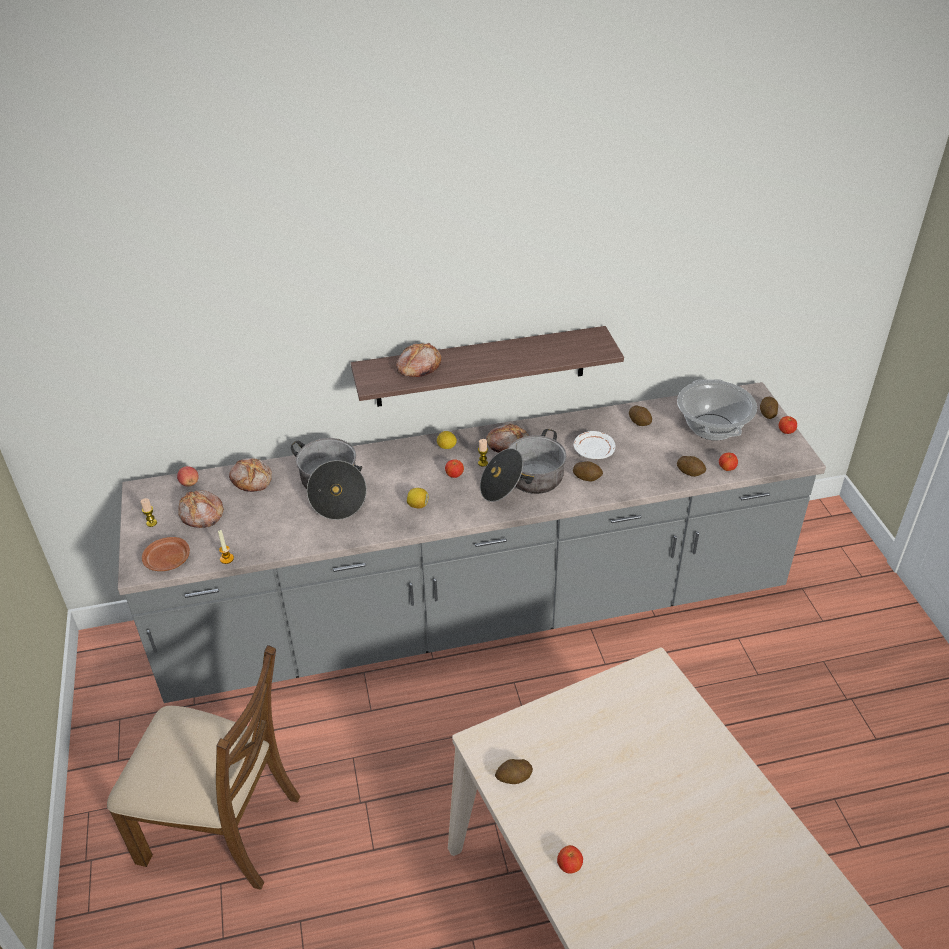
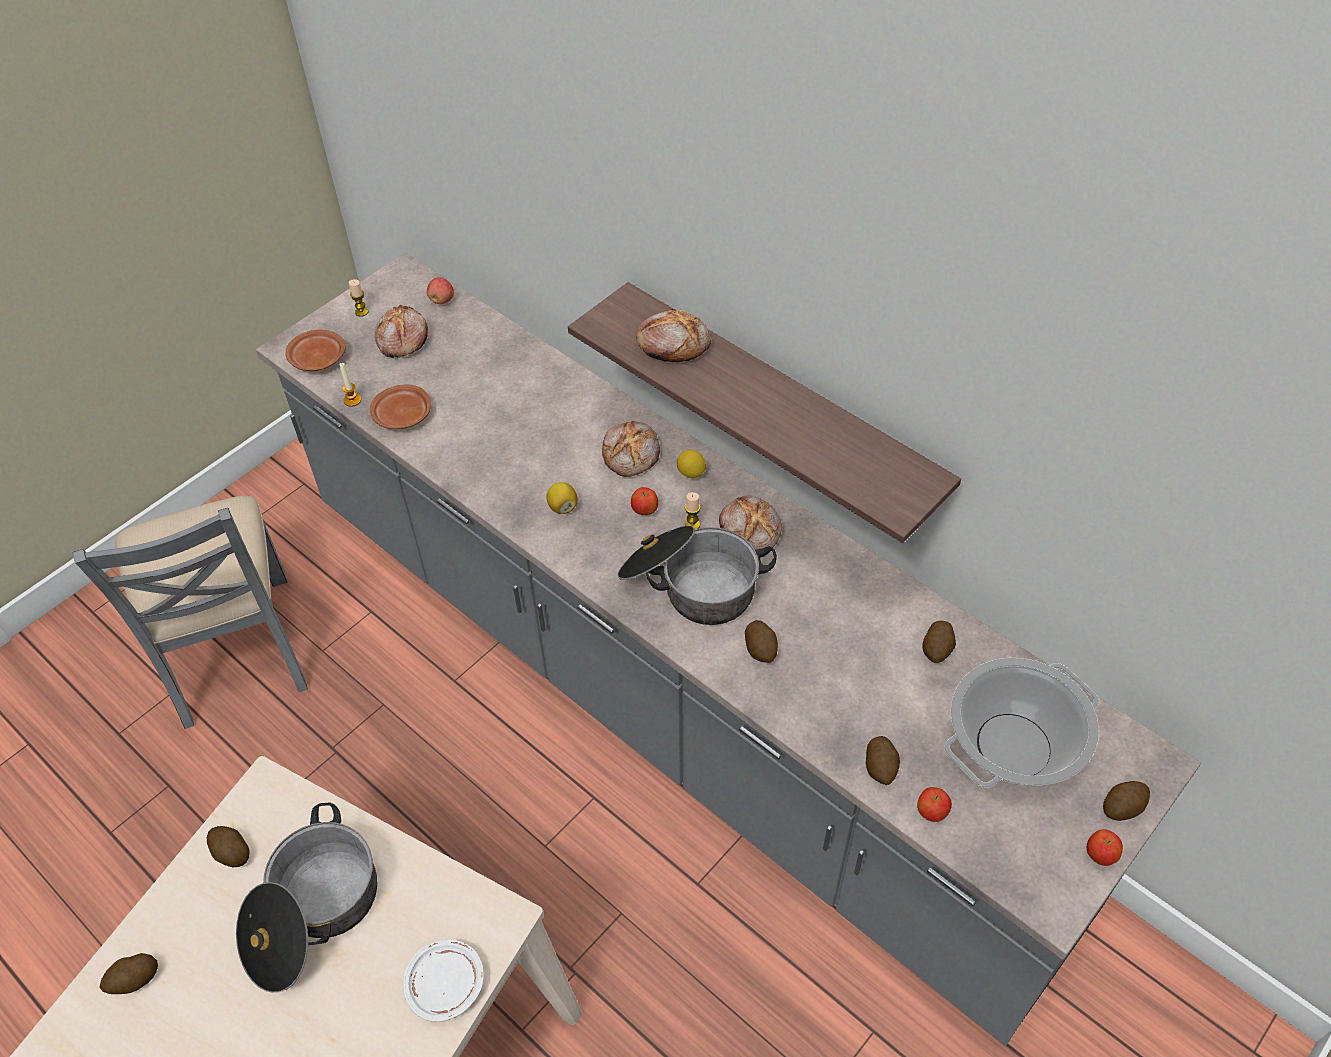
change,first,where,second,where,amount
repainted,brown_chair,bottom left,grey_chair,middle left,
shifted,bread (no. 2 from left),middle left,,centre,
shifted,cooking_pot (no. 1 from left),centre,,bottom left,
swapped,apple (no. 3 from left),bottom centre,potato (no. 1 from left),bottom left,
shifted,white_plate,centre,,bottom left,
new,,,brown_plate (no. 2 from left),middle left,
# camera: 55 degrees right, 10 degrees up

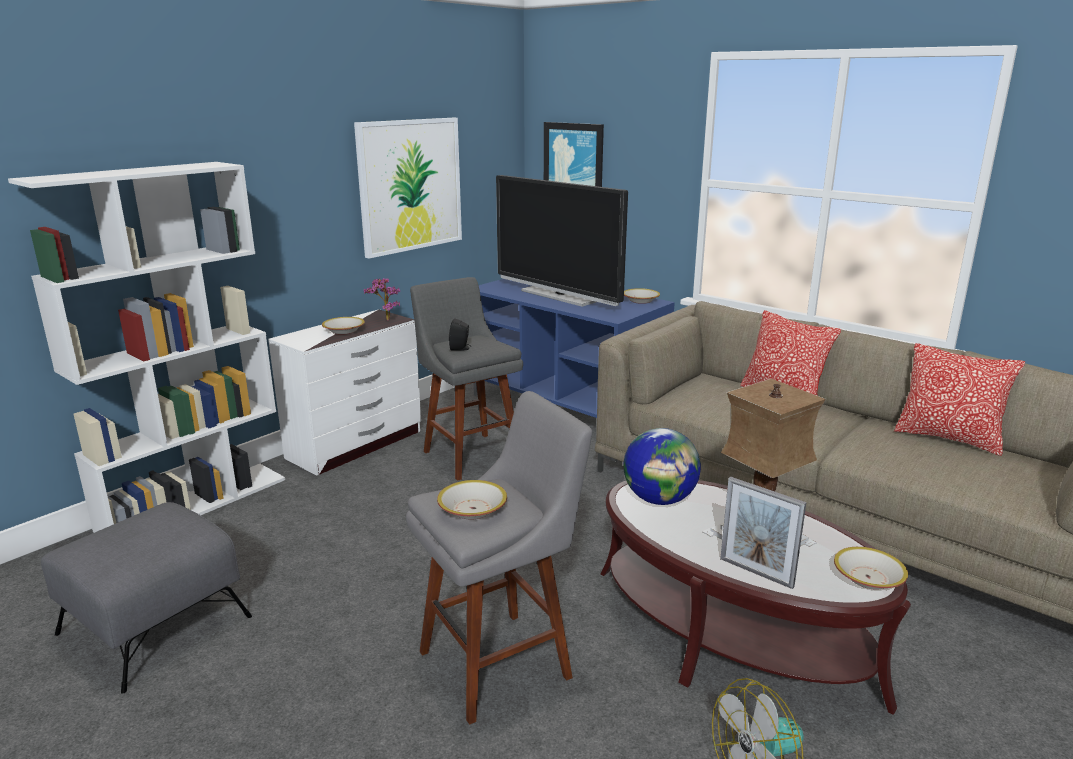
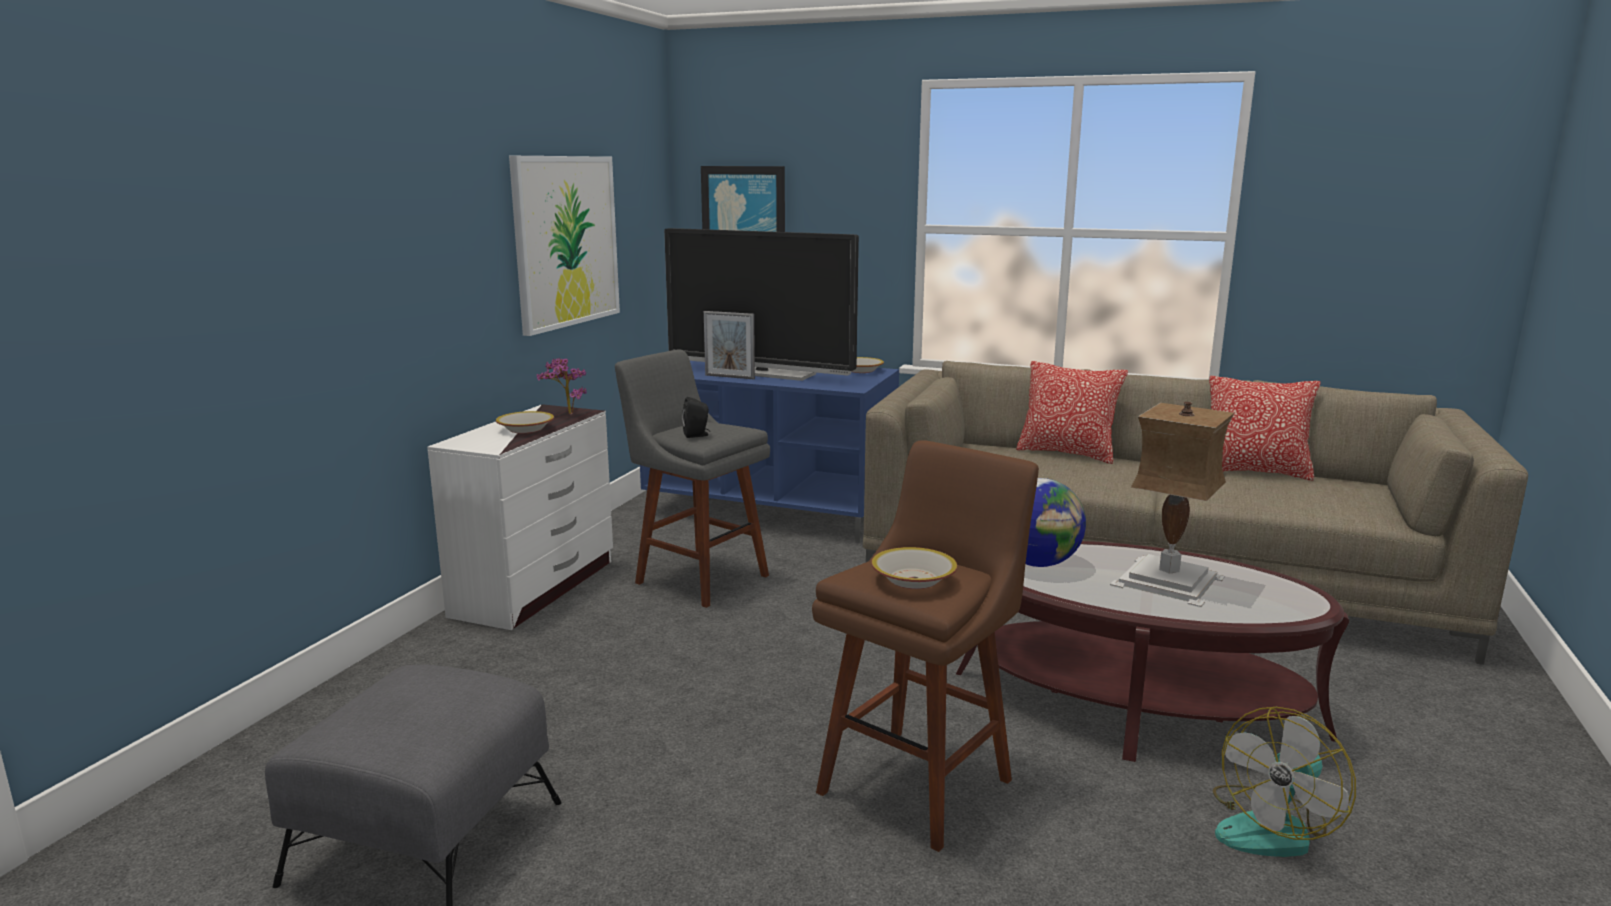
change,first,where,second,where,amount
gone,white_bookcase,middle left,,,
repainted,grey_stool (no. 2 from left),bottom centre,brown_stool,bottom centre,
shifted,picture_frame,bottom right,,centre,
gone,bowl (no. 4 from left),bottom right,,,
# camera: 20 degrees left, 5 degrees down

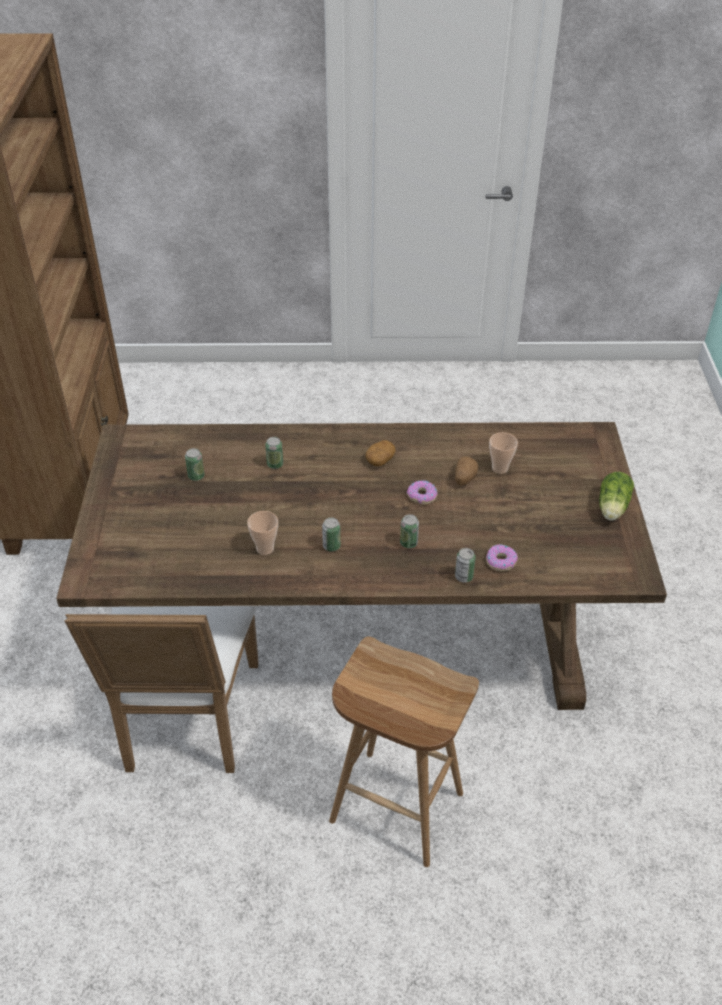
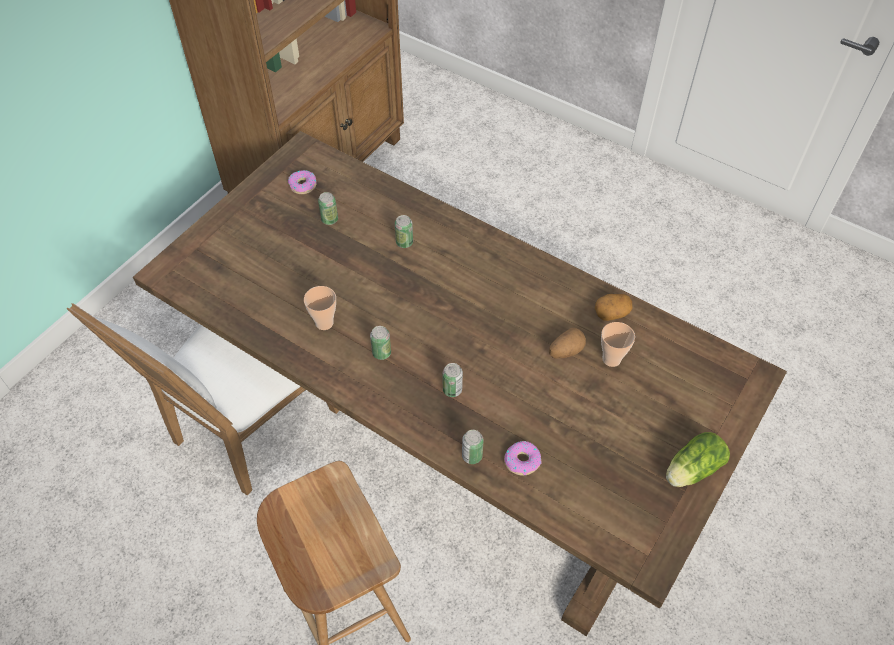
change,first,where,second,where,amount
shifted,potato (no. 1 from left in the first image),centre,potato (no. 2 from left),middle right,
shifted,donut (no. 1 from left),centre,,top centre,
# camera: 35 degrees right, 10 degrees up

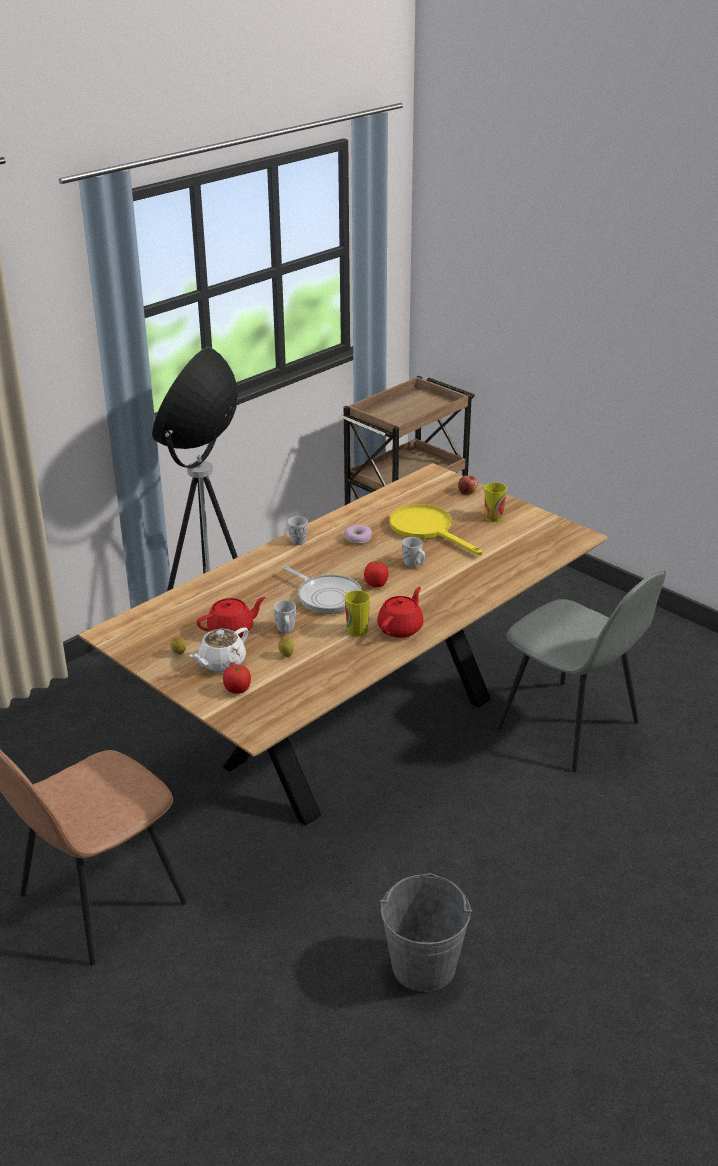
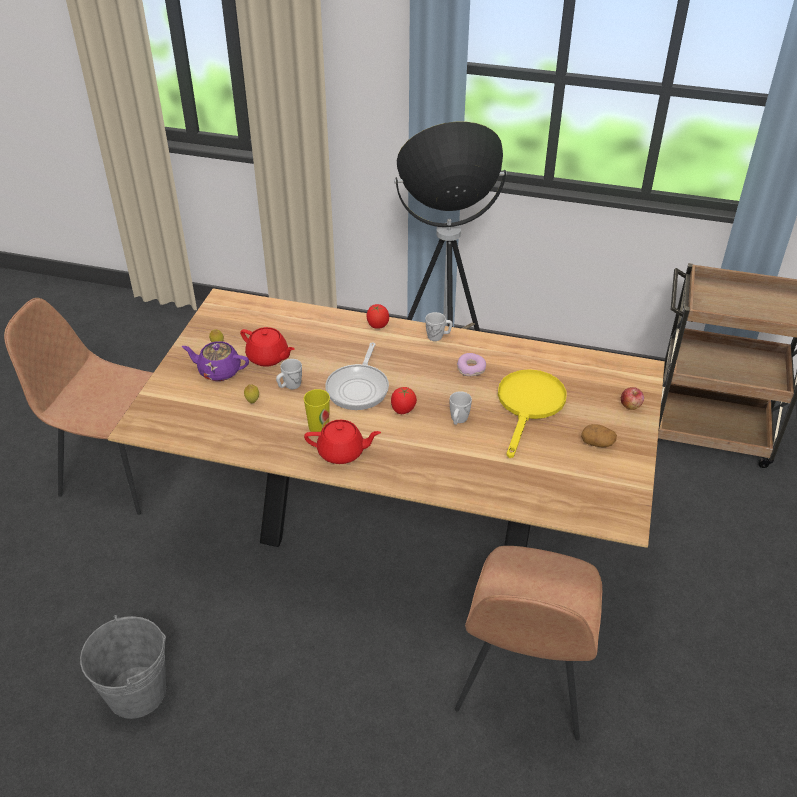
change,first,where,second,where,amount
repainted,white_teapot,middle left,purple_teapot,middle left,
shifted,tomato (no. 1 from left),middle left,,centre,
swapped,cup (no. 2 from left),middle right,potato,middle right,
repainted,grey_chair,middle right,brown_chair (no. 2 from left),bottom centre,
# camera: 60 degrees right, 10 degrees up

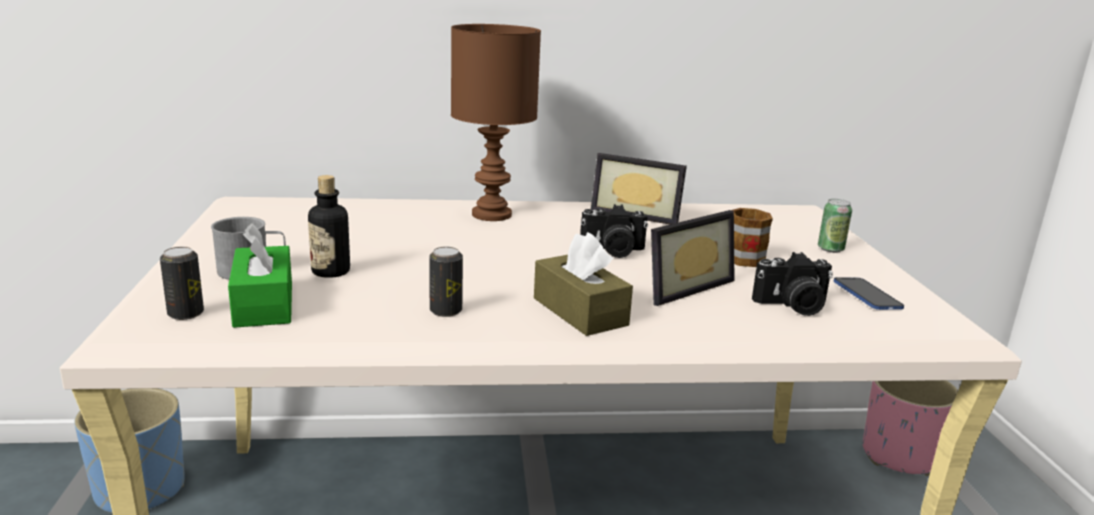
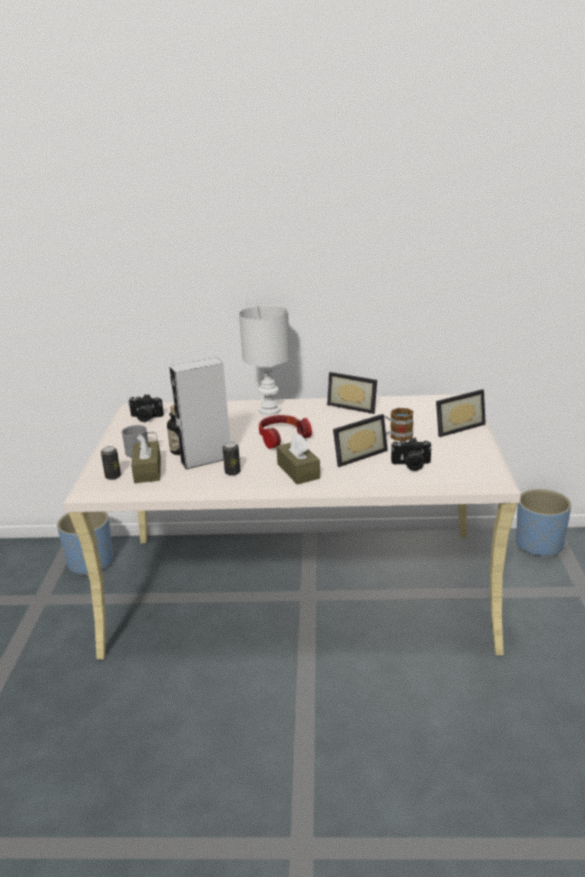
change,first,where,second,where,amount
repainted,green_tissue_box,middle left,brown_tissue_box (no. 1 from left),middle left,
repainted,brown_table_lamp,top centre,white_table_lamp,centre,
shifted,photo_camera (no. 1 from left),centre,,middle left,
swapped,can (no. 3 from left),middle right,picture_frame (no. 3 from left),middle right,
gone,phone,middle right,,,
repainted,pink_planter,bottom right,blue_planter (no. 2 from left),middle right,
new,,,grey_speaker,centre,
new,,,headphones,centre,
# camera: 10 degrees right, 5 degrees up

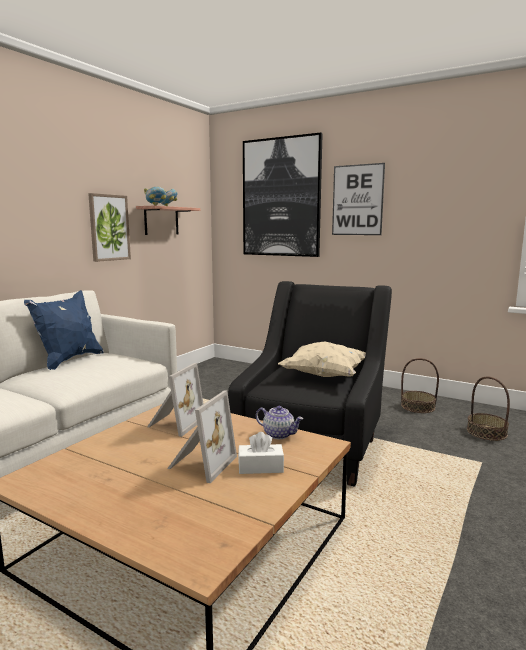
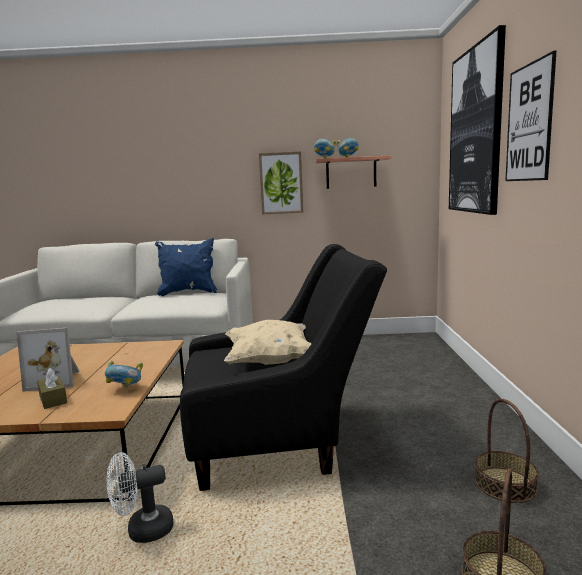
change,first,where,second,where,amount
gone,picture_frame (no. 1 from left),middle left,,,
repainted,white_tissue_box,bottom centre,brown_tissue_box,bottom left,
swapped,teapot,centre,bowl (no. 1 from left),middle left,
new,,,white_fan,bottom left,
# camera: 60 degrees right, 0 degrees up

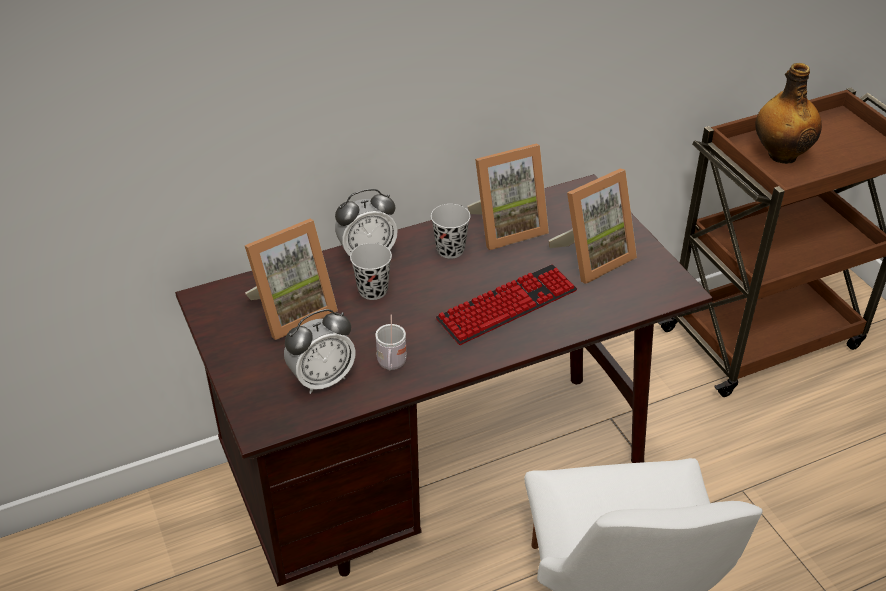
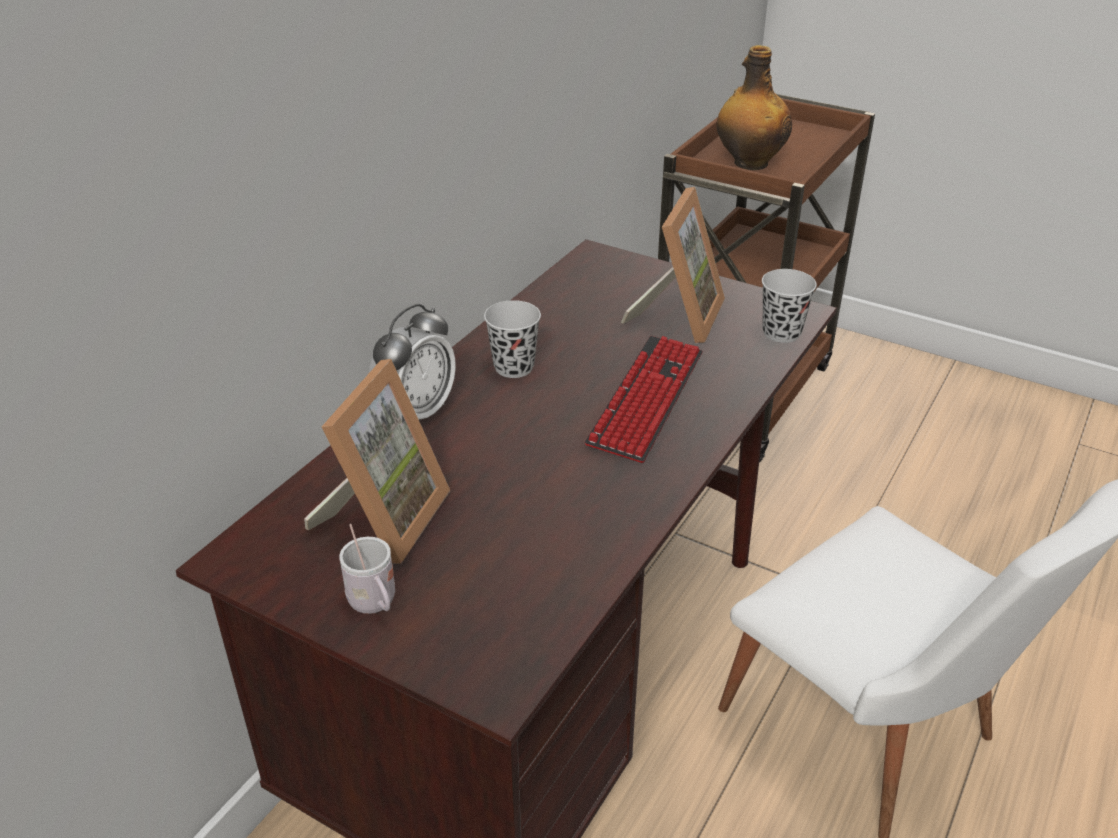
change,first,where,second,where,amount
gone,alarm_clock (no. 1 from left),centre,,,
shifted,black_cup (no. 1 from left in the first image),centre,black_cup (no. 2 from left),middle right,
shifted,white_mug,centre,,bottom left,
gone,picture_frame (no. 2 from left),top centre,,,
# camera: 35 degrees left, 5 degrees down

